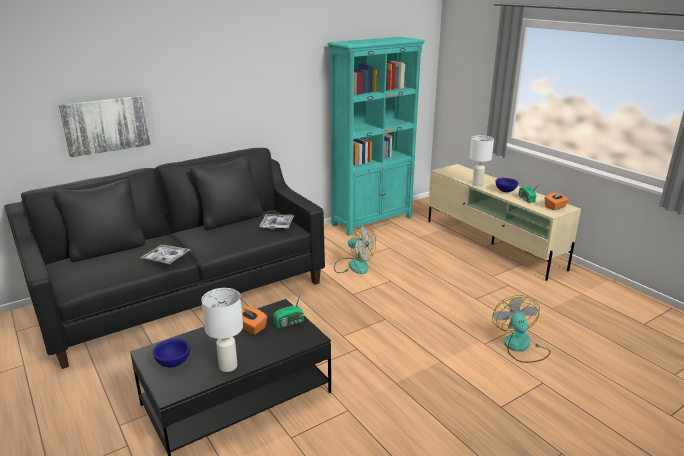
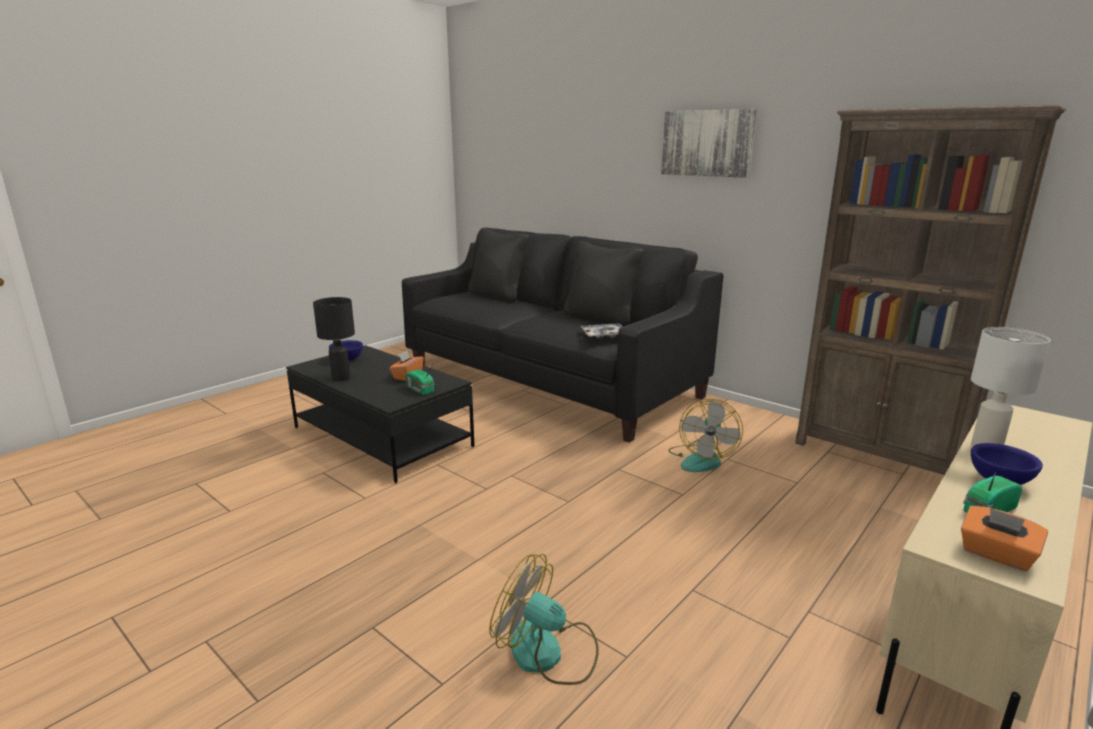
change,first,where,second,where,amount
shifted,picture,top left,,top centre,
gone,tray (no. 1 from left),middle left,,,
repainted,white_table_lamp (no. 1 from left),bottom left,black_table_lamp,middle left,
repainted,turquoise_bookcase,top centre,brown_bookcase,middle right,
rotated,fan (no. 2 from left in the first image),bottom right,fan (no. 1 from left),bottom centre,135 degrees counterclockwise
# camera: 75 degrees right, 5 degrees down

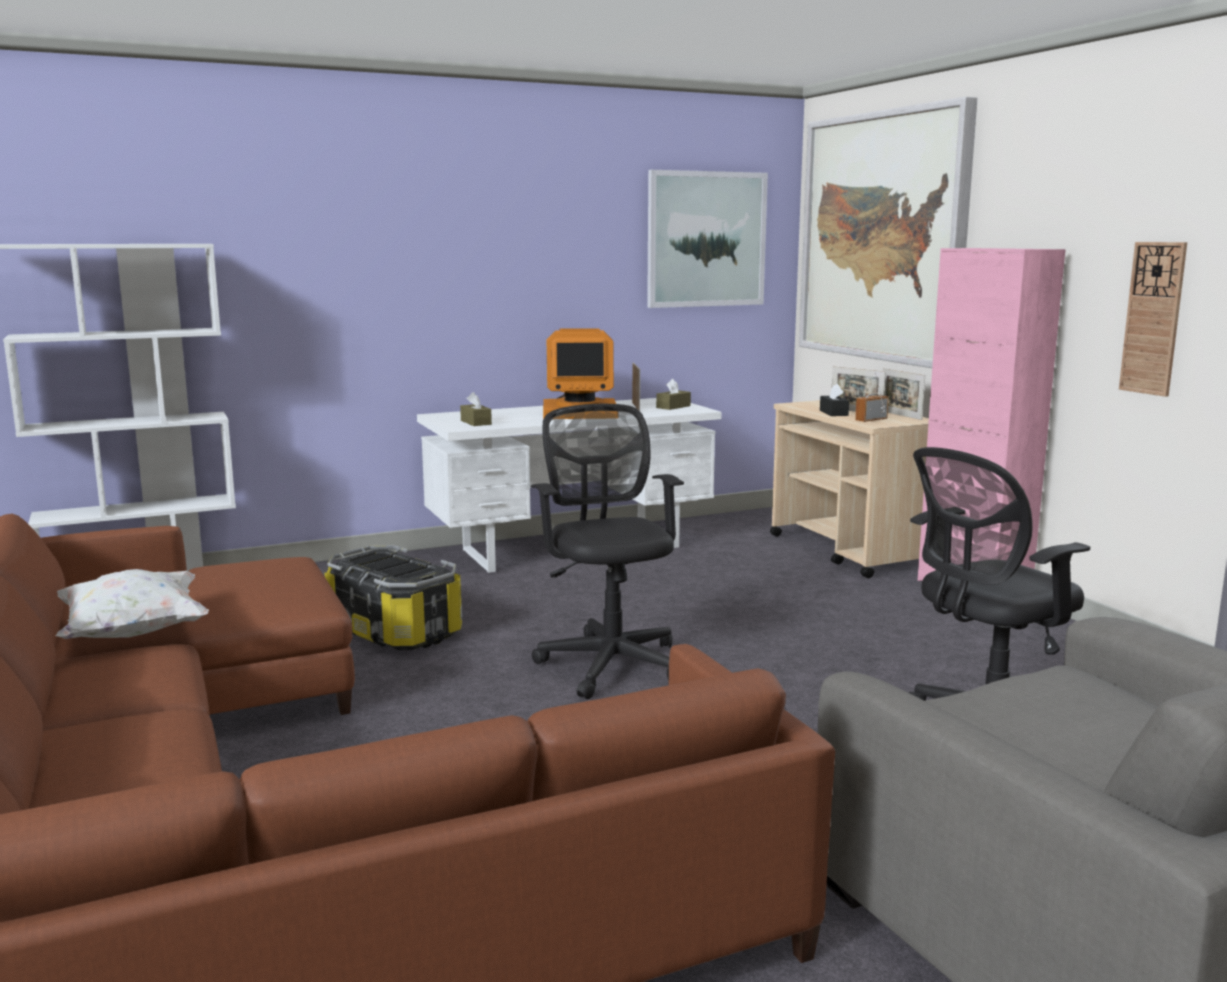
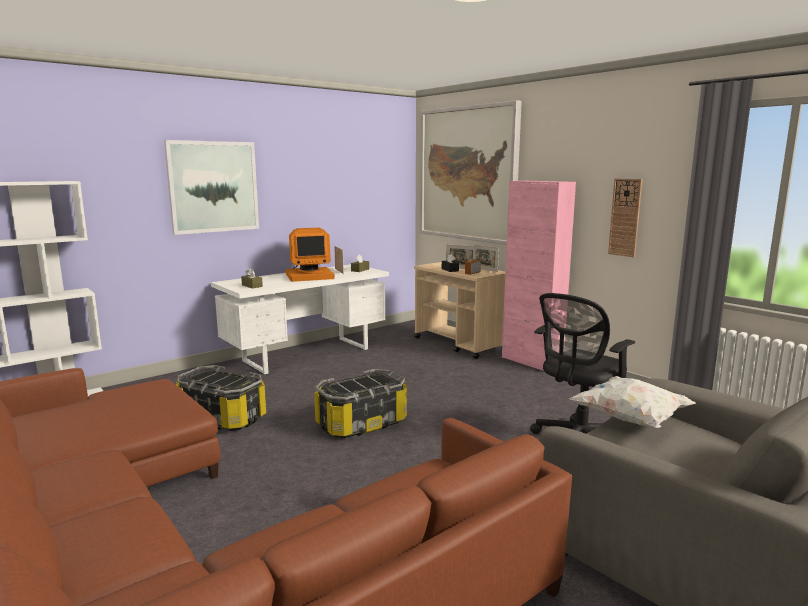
change,first,where,second,where,amount
shifted,white_pillow,middle left,,middle right,
swapped,black_office_chair (no. 1 from left),centre,storage_box (no. 2 from left),centre,
shifted,picture (no. 1 from left),top centre,,top left,
# camera: 15 degrees left, 0 degrees up

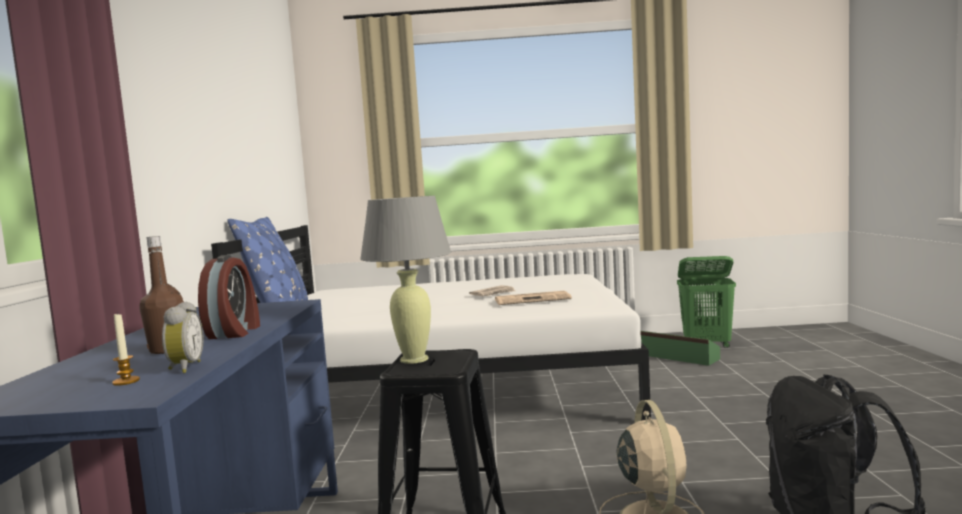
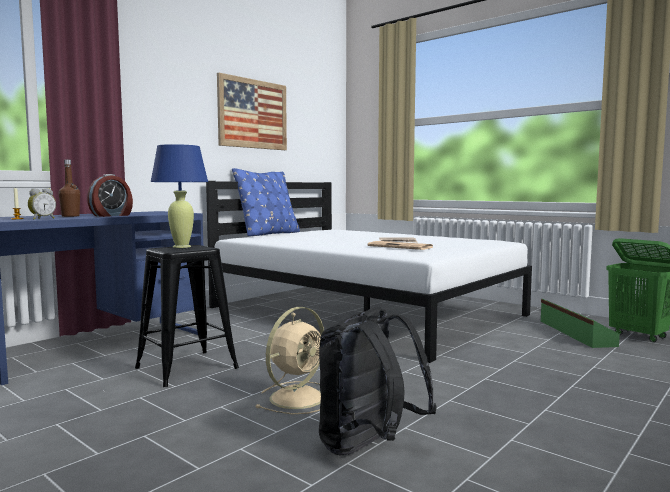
change,first,where,second,where,amount
repainted,grey_table_lamp,centre,blue_table_lamp,middle left,
new,,,picture,top centre,
# camera: 40 degrees right, 0 degrees up

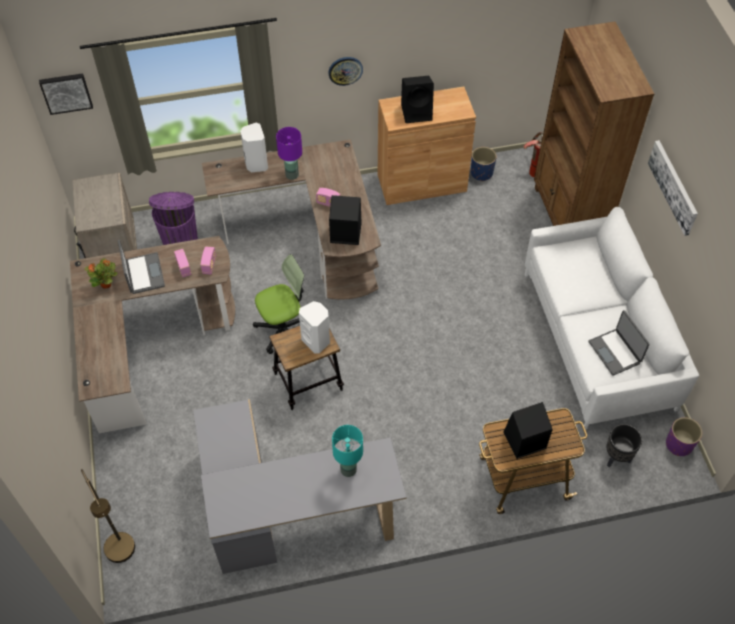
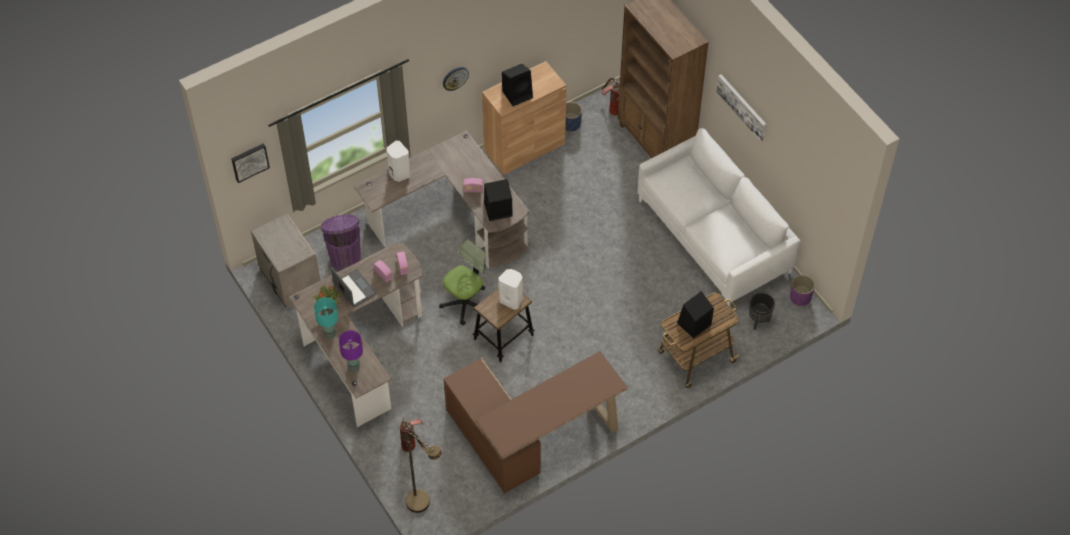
change,first,where,second,where,amount
repainted,grey_desk,bottom centre,brown_desk (no. 3 from left),bottom centre,
shifted,purple_table_lamp,top centre,,middle left,
shifted,turquoise_table_lamp,bottom centre,,middle left,
gone,laptop (no. 2 from left),middle right,,,
new,,,fire_extinguisher (no. 1 from left),bottom centre,
# camera: 20 degrees left, 0 degrees up

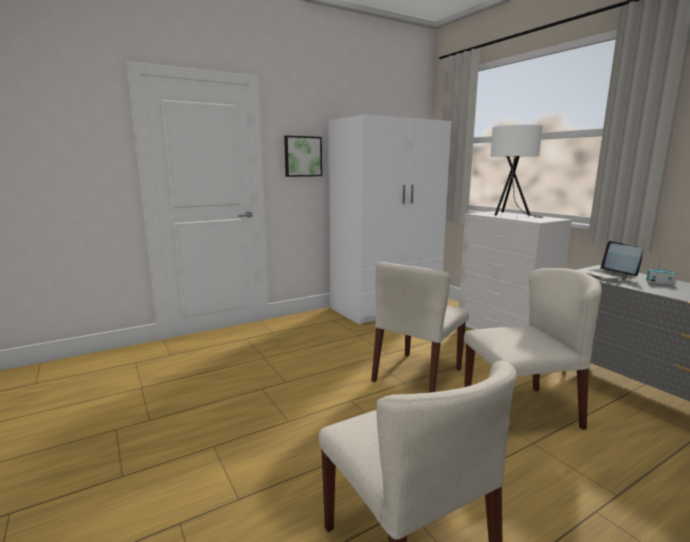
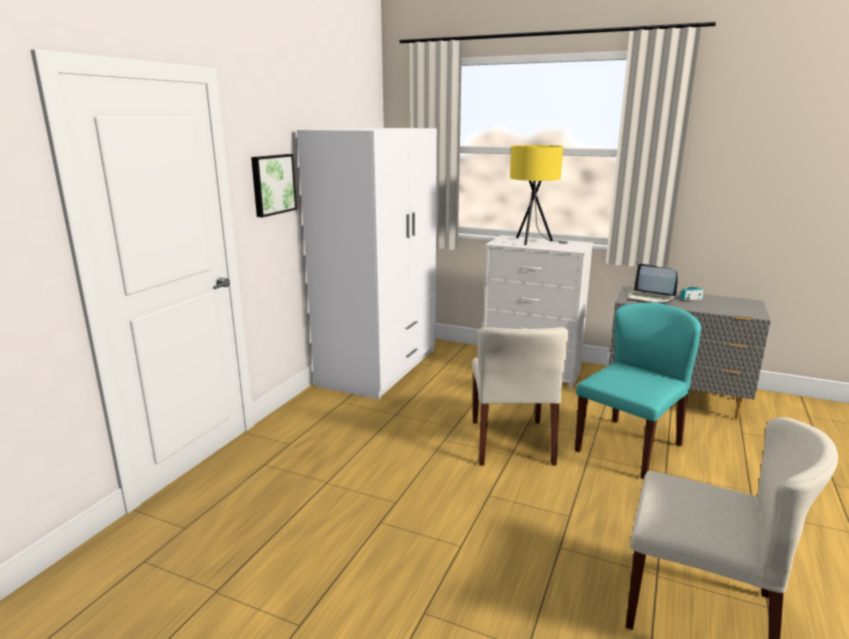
change,first,where,second,where,amount
repainted,beige_chair (no. 3 from left),middle right,turquoise_chair,middle right,
repainted,white_table_lamp,top right,yellow_table_lamp,top centre,
# camera: 35 degrees left, 5 degrees up

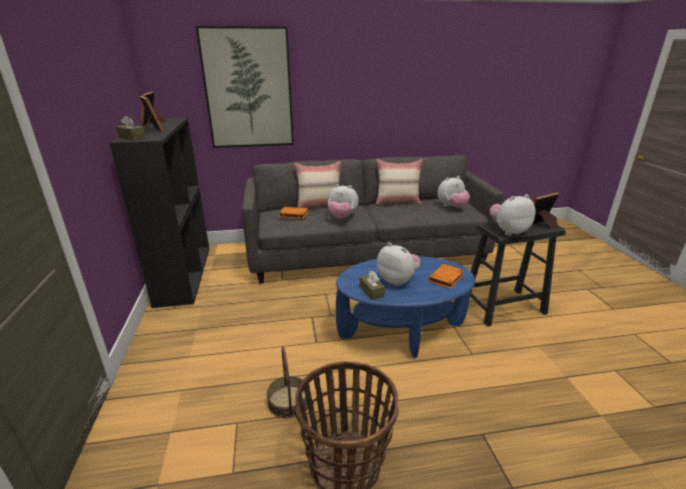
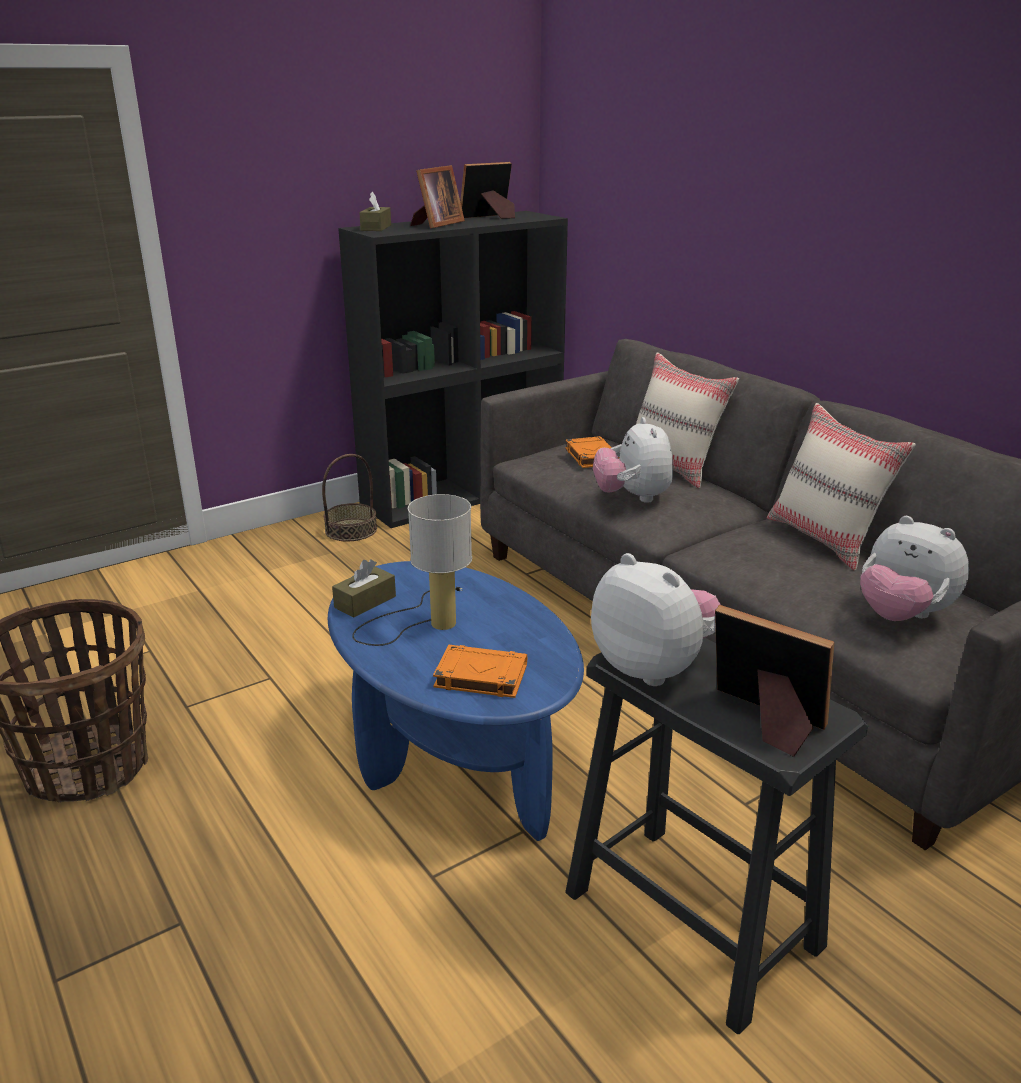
change,first,where,second,where,amount
gone,picture,top centre,,,
shifted,basket (no. 1 from left in the first image),bottom centre,basket (no. 2 from left),centre,
swapped,plush_toy (no. 2 from left),centre,table_lamp,centre,
# camera: 65 degrees right, 0 degrees up

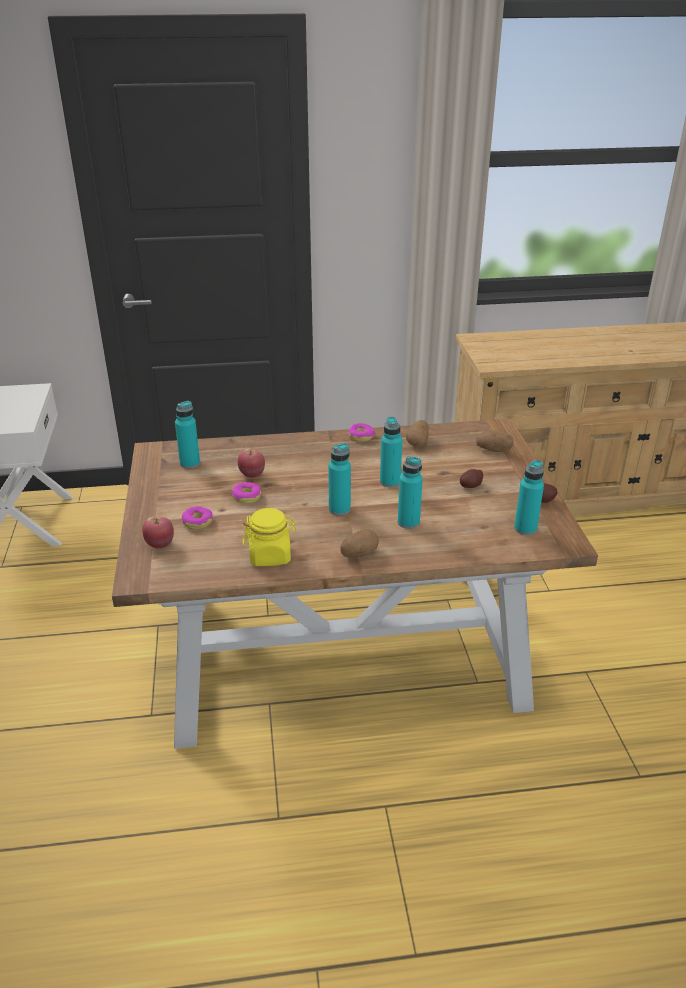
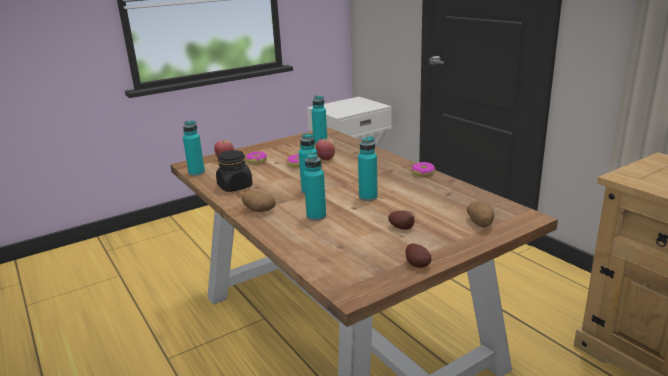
change,first,where,second,where,amount
repainted,yellow_jar,centre,black_jar,centre,
gone,potato (no. 2 from left),centre,,,
shifted,turquoise_bottle (no. 5 from left in the first image),middle right,turquoise_bottle (no. 1 from left),middle left,
# camera: 65 degrees right, 10 degrees down

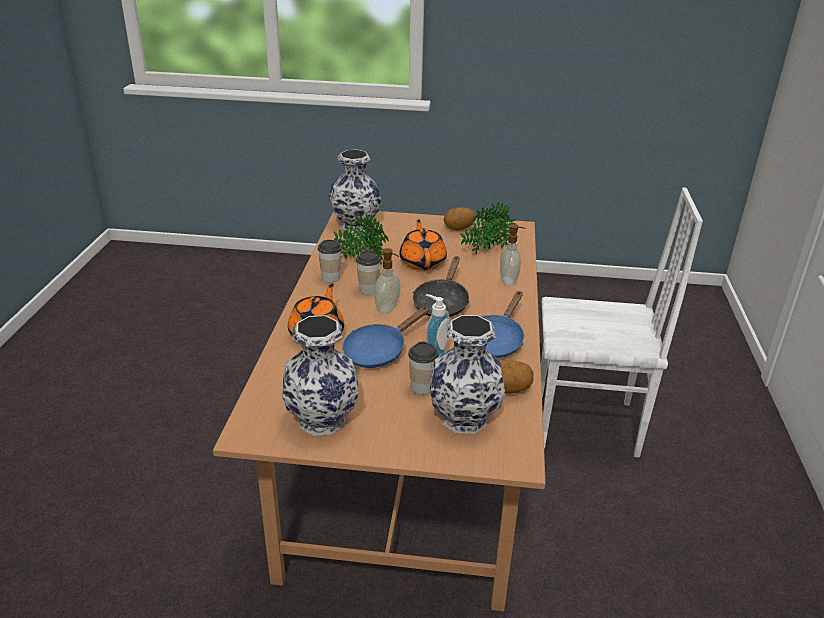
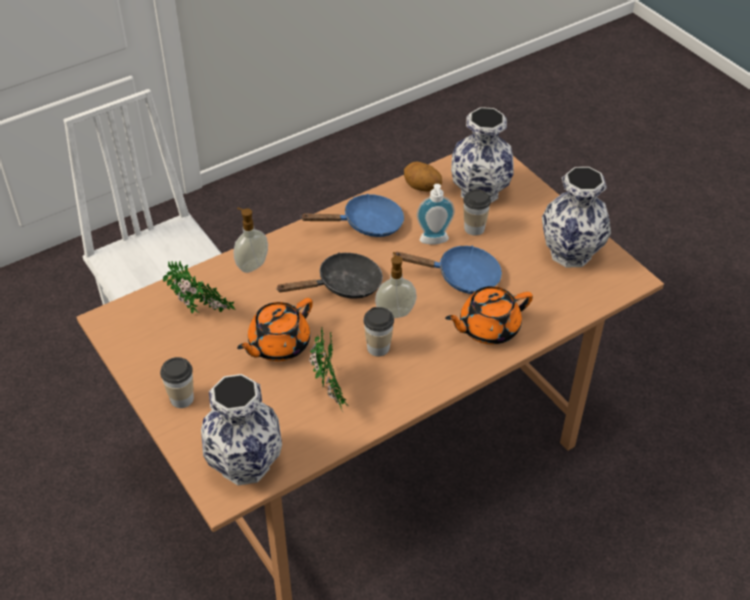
change,first,where,second,where,amount
shifted,cup (no. 1 from left),centre,,middle left,
gone,potato (no. 1 from left),centre,,,
# camera: 130 degrees left, 15 degrees up

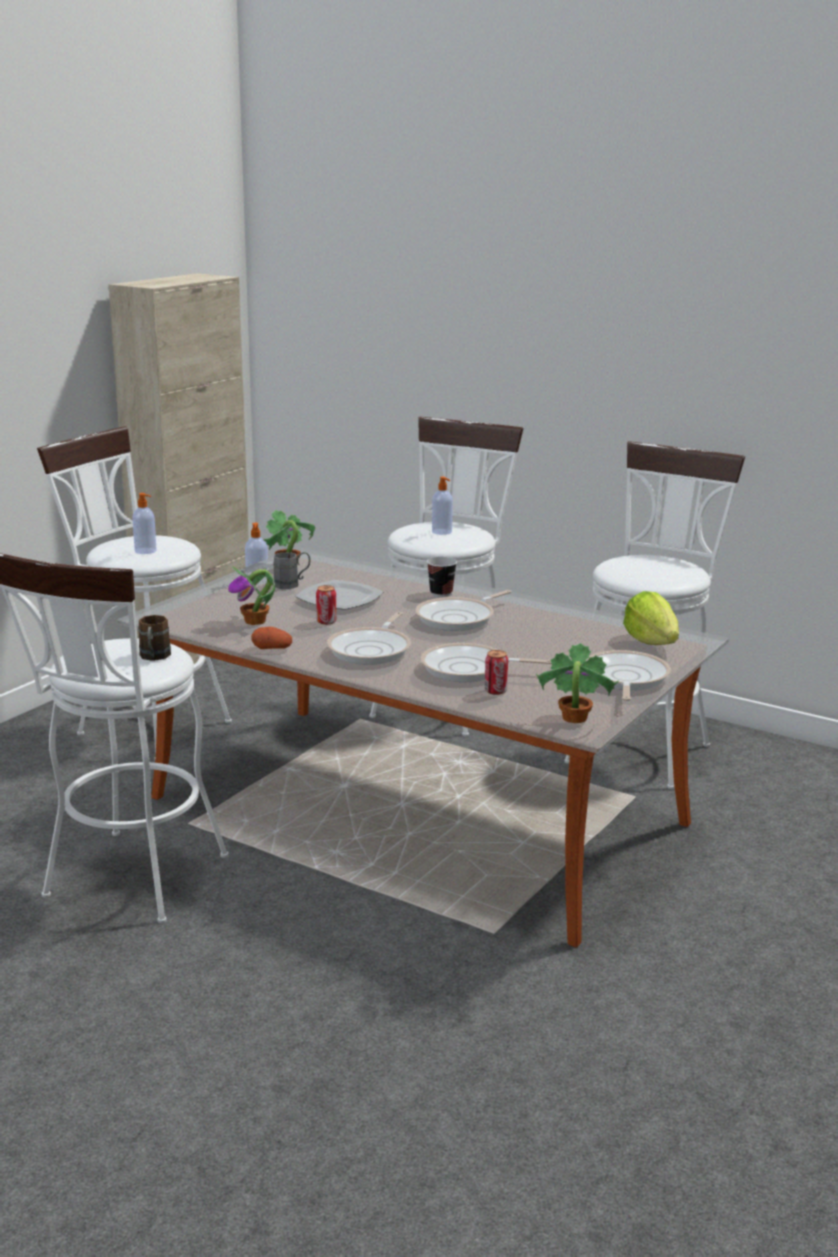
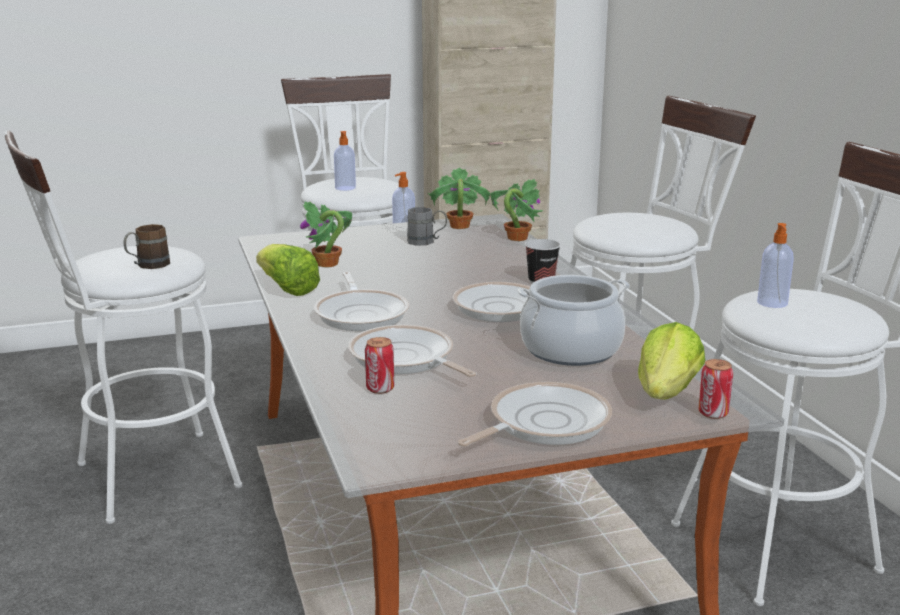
change,first,where,second,where,amount
swapped,potato,middle left,lettuce (no. 1 from left),middle left,
gone,plate,centre,,,
shifted,can (no. 1 from left in the first image),centre,can (no. 2 from left),middle right,
rotated,frying_pan (no. 1 from left),centre,,centre,75 degrees counterclockwise
shifted,soap_dispenser (no. 3 from left),centre,,middle right,
shifted,potted_plant (no. 3 from left),middle right,,centre,
new,,,cooking_pot,centre,
# camera: 40 degrees right, 0 degrees up

